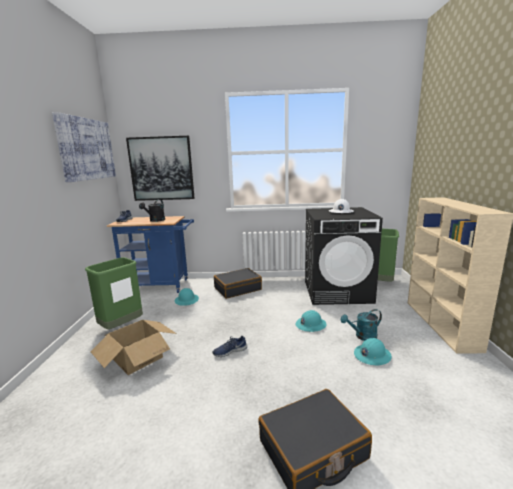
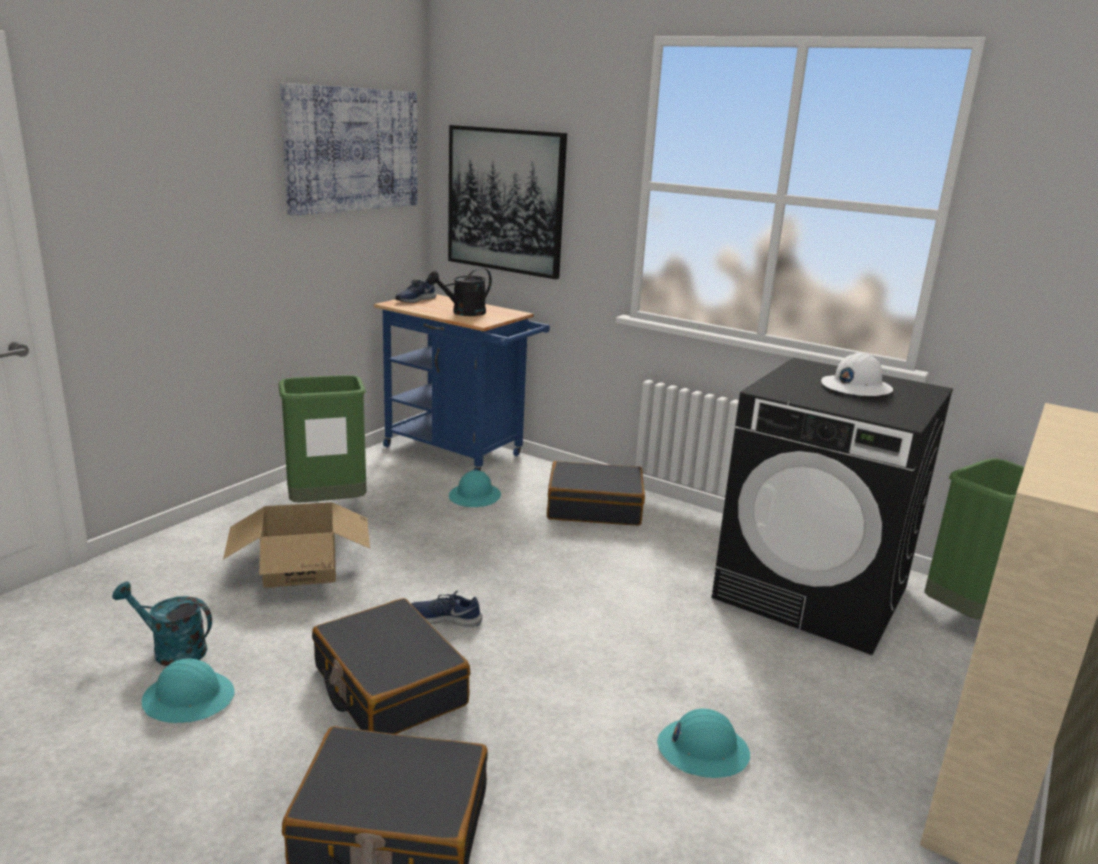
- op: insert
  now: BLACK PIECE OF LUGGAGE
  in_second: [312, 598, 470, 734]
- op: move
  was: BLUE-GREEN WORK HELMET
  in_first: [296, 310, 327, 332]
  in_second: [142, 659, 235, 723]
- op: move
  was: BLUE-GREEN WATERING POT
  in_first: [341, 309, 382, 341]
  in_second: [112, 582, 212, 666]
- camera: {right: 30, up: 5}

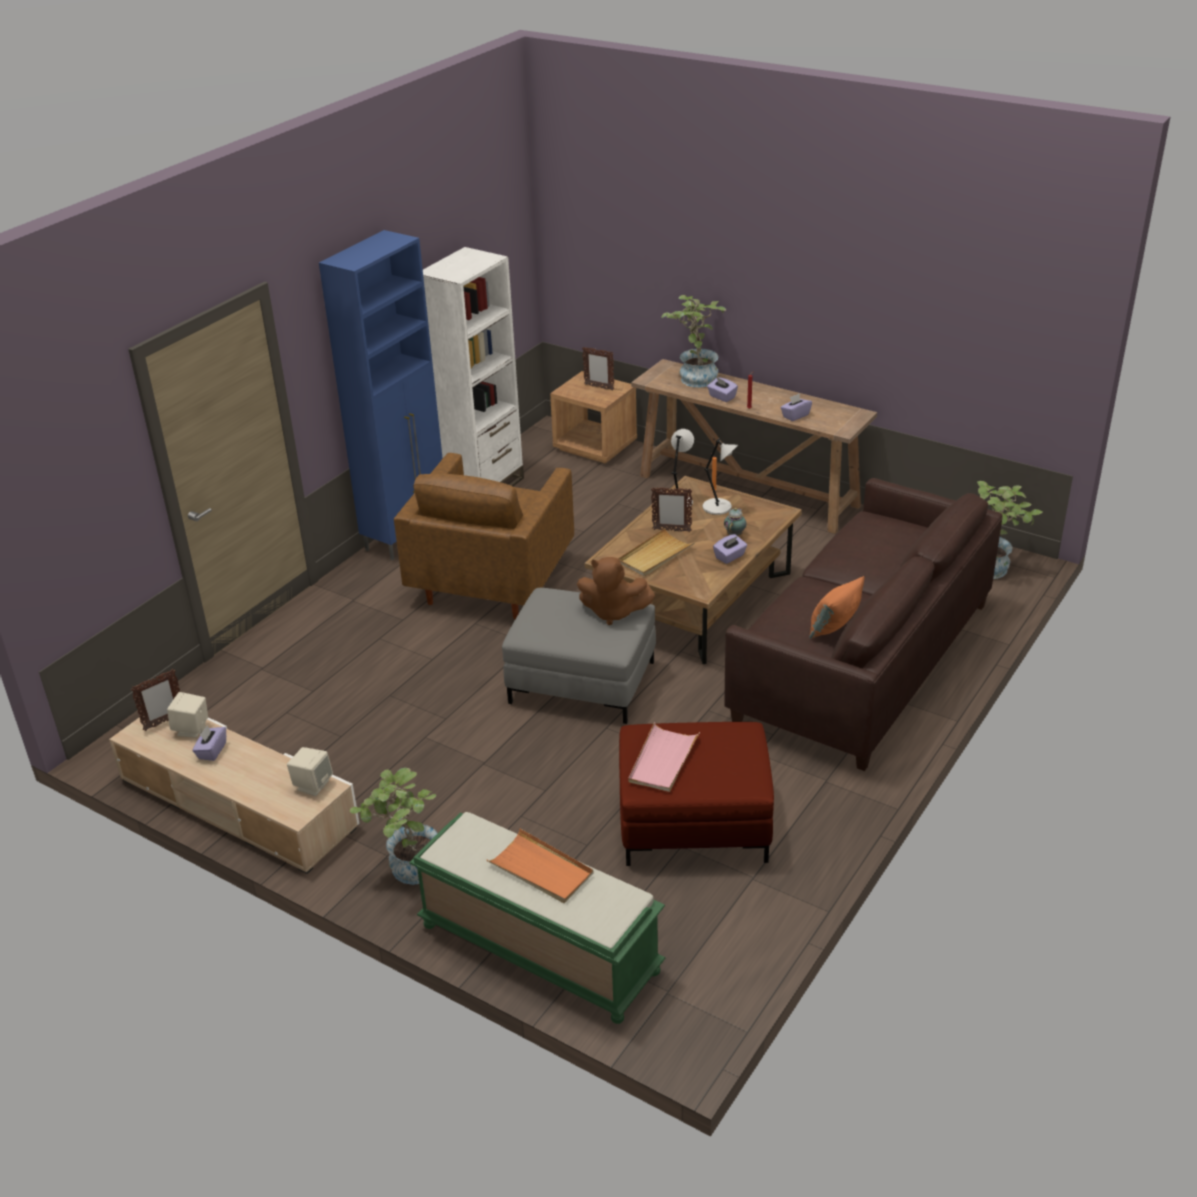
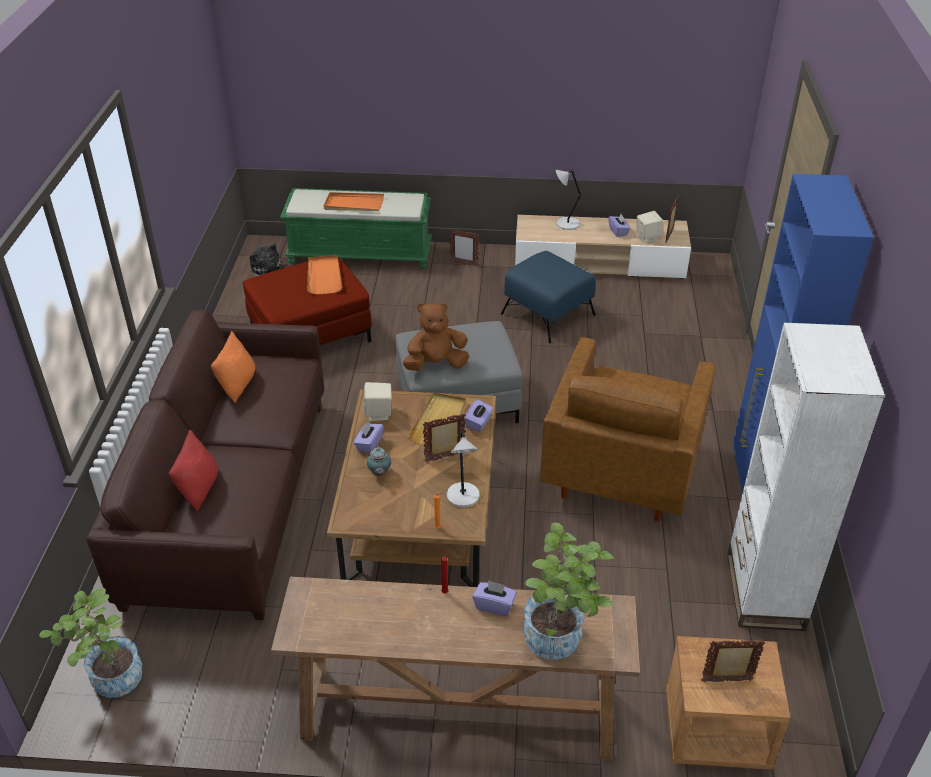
- op: insert
  now: REDDISH PILLOW
  in_second: [169, 430, 218, 511]
- op: insert
  now: CUDDLY TOY
  in_second: [250, 244, 284, 276]
- op: insert
  now: BLUE-COLOURED FOOTREST
  in_second: [501, 251, 596, 343]
- op: move
  was: BEIGE-COLOURED AUDIO SPEAKER
  in_first: [287, 747, 333, 796]
  in_second: [364, 382, 392, 421]
- op: move
  was: GREYISH TABLETOP LAMP
  in_first: [703, 439, 738, 515]
  in_second: [556, 169, 581, 230]
- op: move
  was: PURPLE BOX OF TISSUES
  in_first: [780, 394, 812, 421]
  in_second: [464, 399, 493, 432]
- op: replace
  was: HOUSEPLANT
  now: PHOTO FRAME
  in_first: [350, 768, 438, 885]
  in_second: [449, 229, 479, 267]
- op: recolor
  was: PINK-COLOURED SERVING TRAY
  now: ORANGE SERVING TRAY
  in_first: [628, 722, 700, 792]
  in_second: [307, 255, 342, 294]
- op: rotate
  was: BROWN ARMCHAIR
  in_first: [394, 453, 574, 619]
  in_second: [540, 337, 716, 522]
  clockwise: -150
- camera: {right: 150, up: 5}

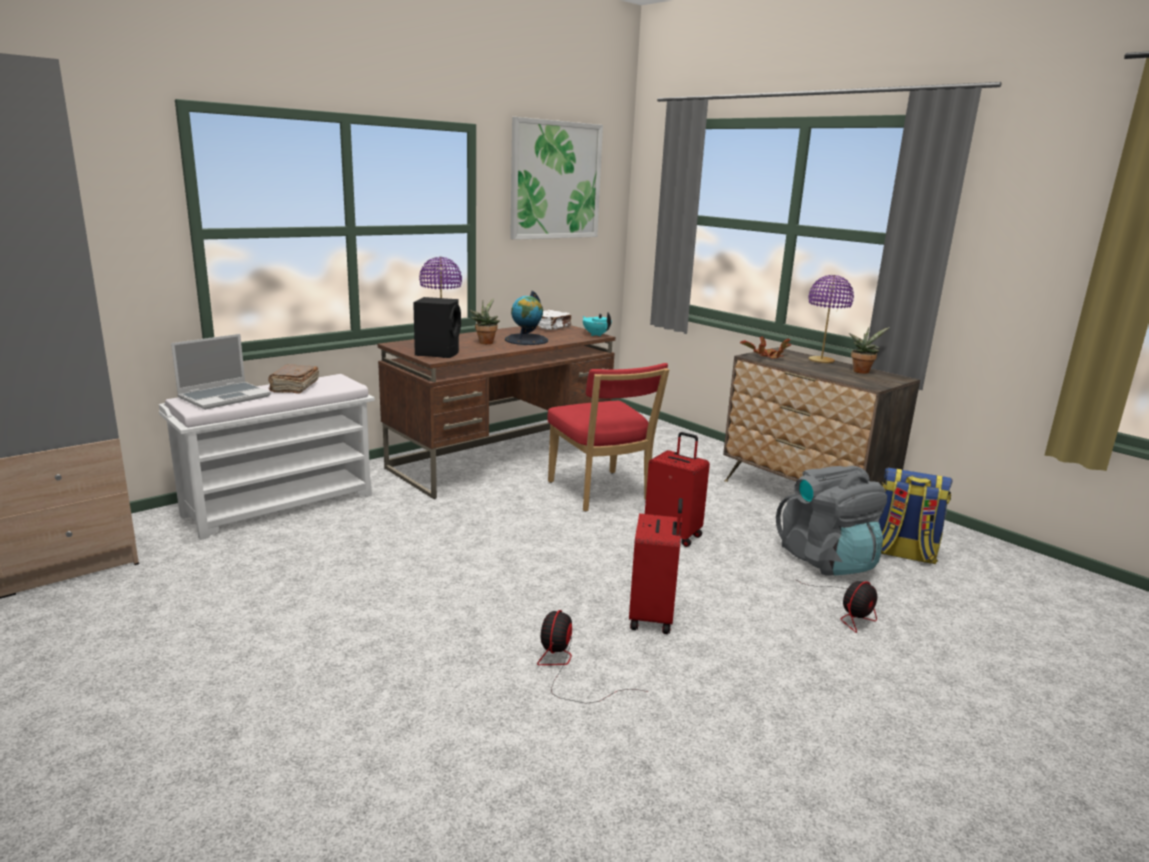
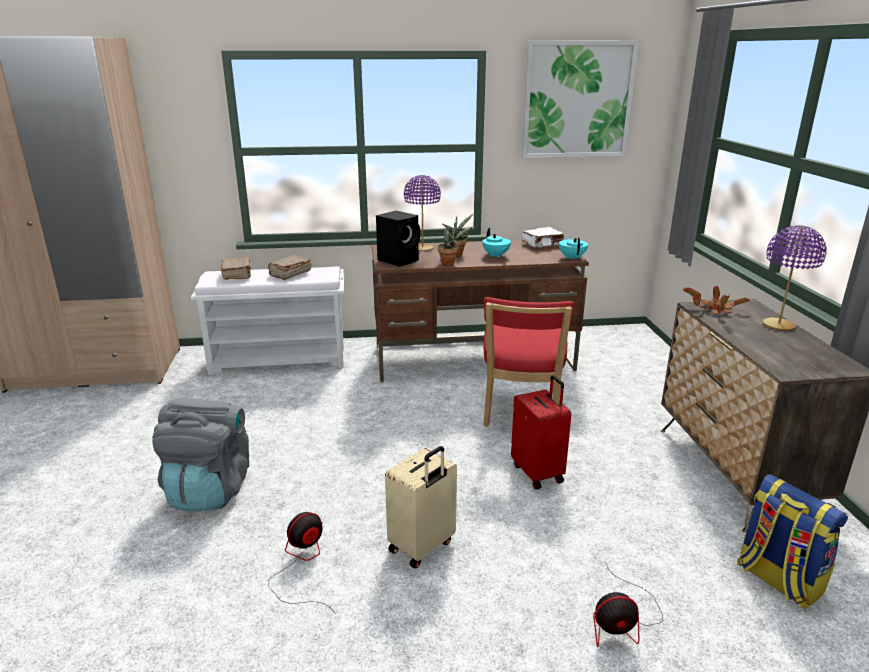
- op: move
  was: GREYISH KNAPSACK
  in_first: [776, 466, 887, 576]
  in_second: [152, 398, 249, 512]
- op: move
  was: HOUSEPLANT
  in_first: [849, 327, 890, 374]
  in_second: [438, 224, 473, 265]
- op: replace
  was: PORTABLE COMPUTER
  now: BROWN VOLUME
  in_first: [171, 334, 271, 410]
  in_second: [221, 257, 251, 280]
- op: replace
  was: DESK GLOBE
  now: BLUE-GREEN POT FOR TEA
  in_first: [505, 291, 548, 345]
  in_second: [482, 228, 511, 258]
- op: recolor
  was: REDDISH PIECE OF LUGGAGE
  now: BEIGE-COLOURED PIECE OF LUGGAGE
  in_first: [629, 498, 683, 634]
  in_second: [385, 446, 457, 569]
- camera: {right: 35, up: 5}

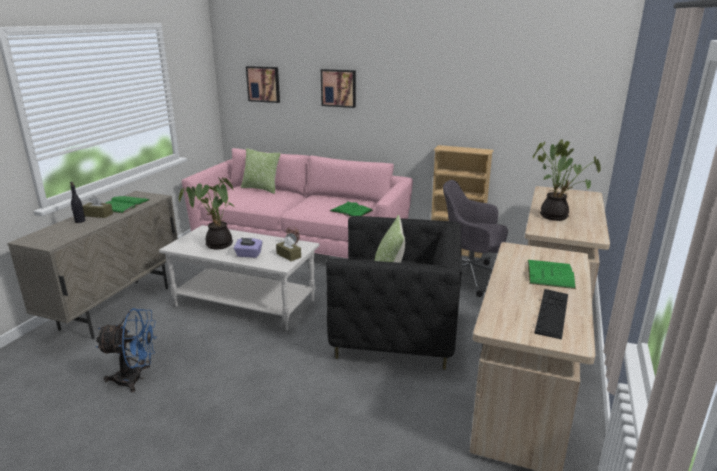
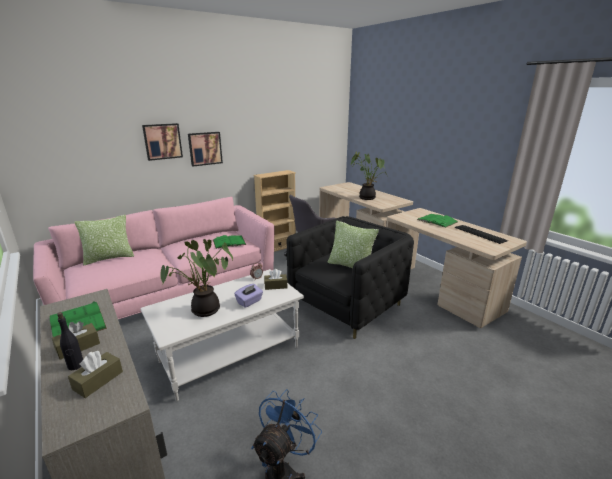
- op: insert
  now: BROWN BOX OF TISSUES
  in_second: [68, 351, 123, 398]
- op: move
  was: WALL PICTURE
  in_first: [246, 66, 280, 103]
  in_second: [188, 132, 223, 167]
- camera: {right: -55, up: 0}

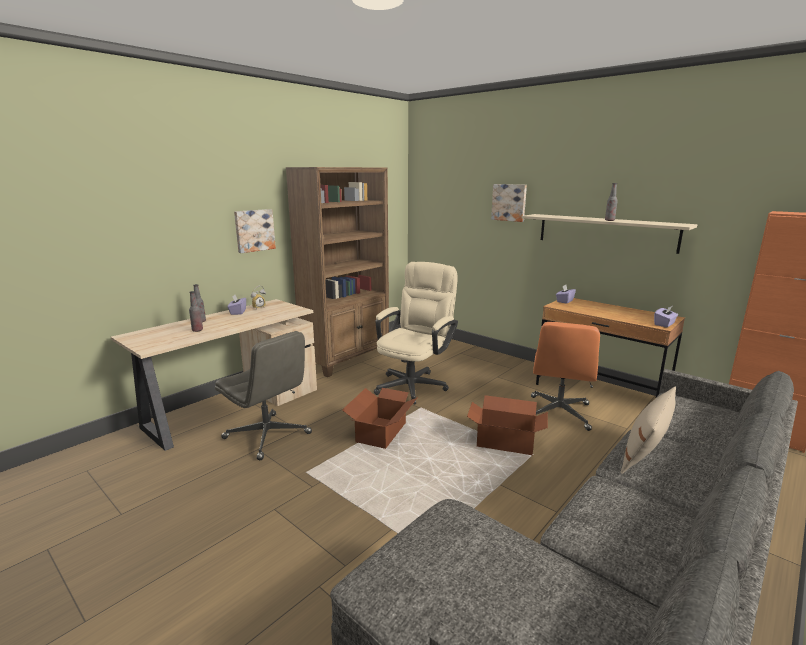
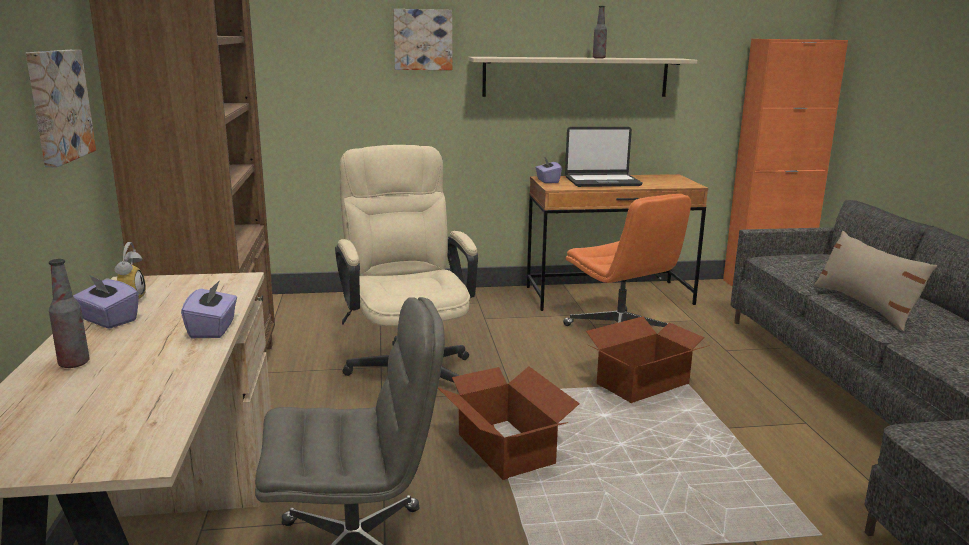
- op: delete
  was: BOTTLE
  in_first: [189, 291, 203, 332]
- op: insert
  now: PORTABLE COMPUTER
  in_second: [565, 127, 643, 187]
- op: move
  was: PURPLE BOX OF TISSUES
  in_first: [654, 306, 678, 327]
  in_second: [181, 280, 237, 338]
- camera: {right: -50, up: 0}

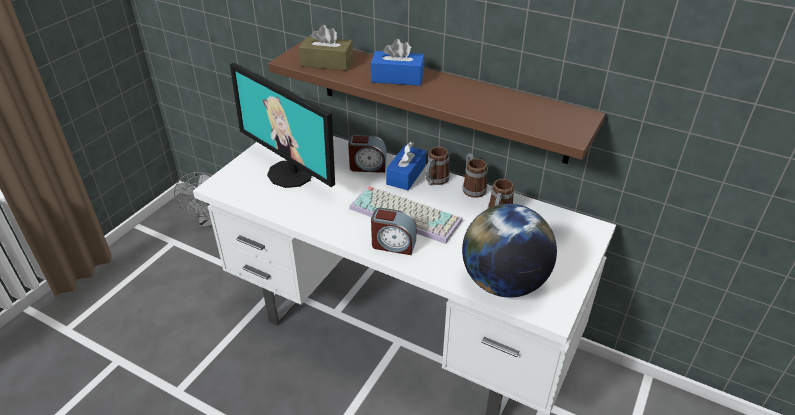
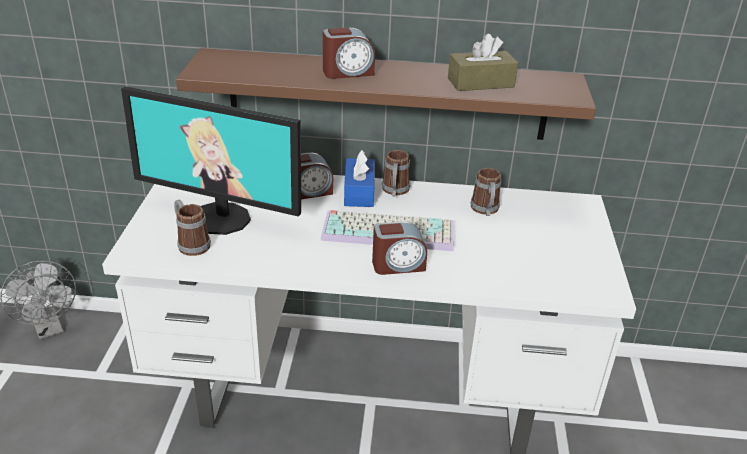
- op: delete
  was: DESK GLOBE
  in_first: [462, 204, 557, 298]
- op: move
  was: BROWN BOX OF TISSUES
  in_first: [299, 25, 353, 71]
  in_second: [448, 34, 518, 91]
- op: move
  was: COFFEE MUG
  in_first: [462, 153, 488, 198]
  in_second: [174, 200, 211, 256]
- op: replace
  was: BLUE-COLOURED BOX OF TISSUES
  now: ALARM CLOCK
  in_first: [371, 39, 424, 86]
  in_second: [323, 28, 375, 79]
- camera: {right: -25, up: -5}

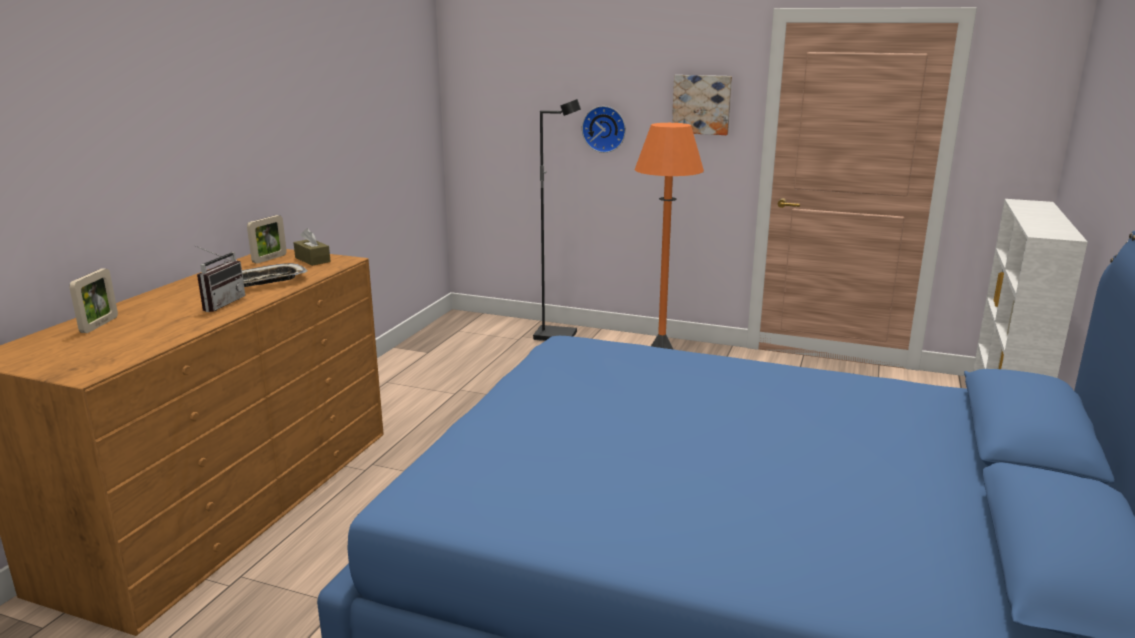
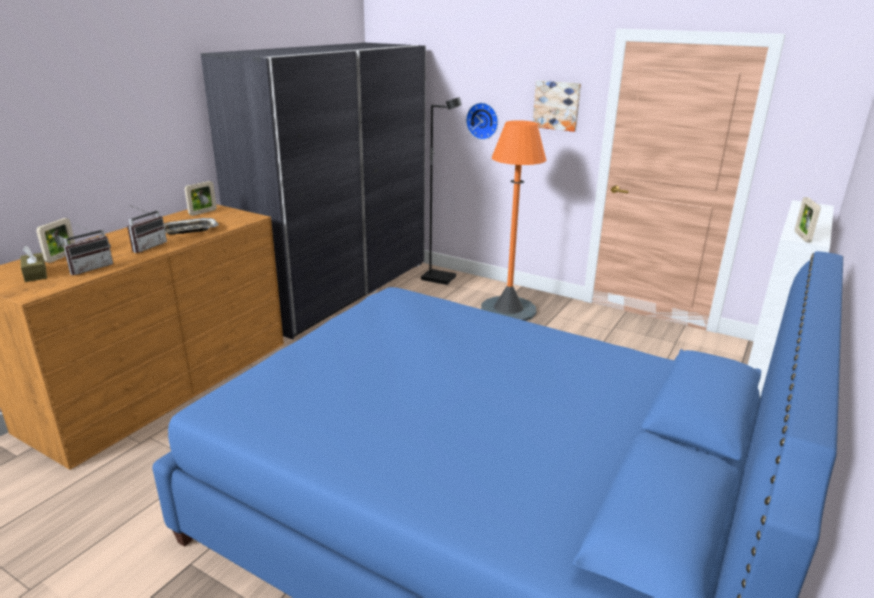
- op: insert
  now: RADIO
  in_second: [63, 222, 113, 275]
- op: insert
  now: GREYISH WARDROBE
  in_second: [201, 43, 426, 339]
- op: insert
  now: PHOTO FRAME
  in_second: [795, 197, 821, 242]
- op: move
  was: BROWN BOX OF TISSUES
  in_first: [293, 228, 331, 266]
  in_second: [20, 246, 47, 282]
- camera: {right: 10, up: 5}

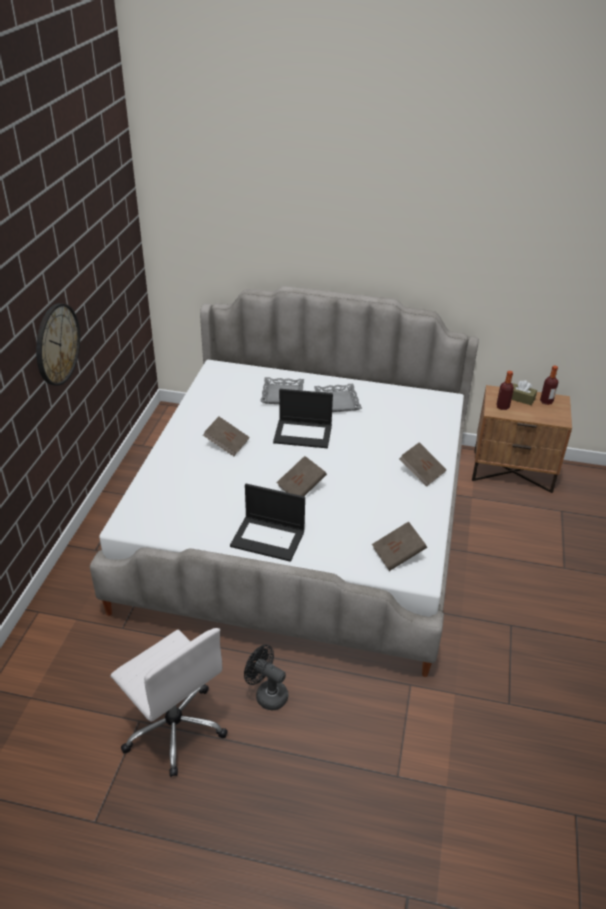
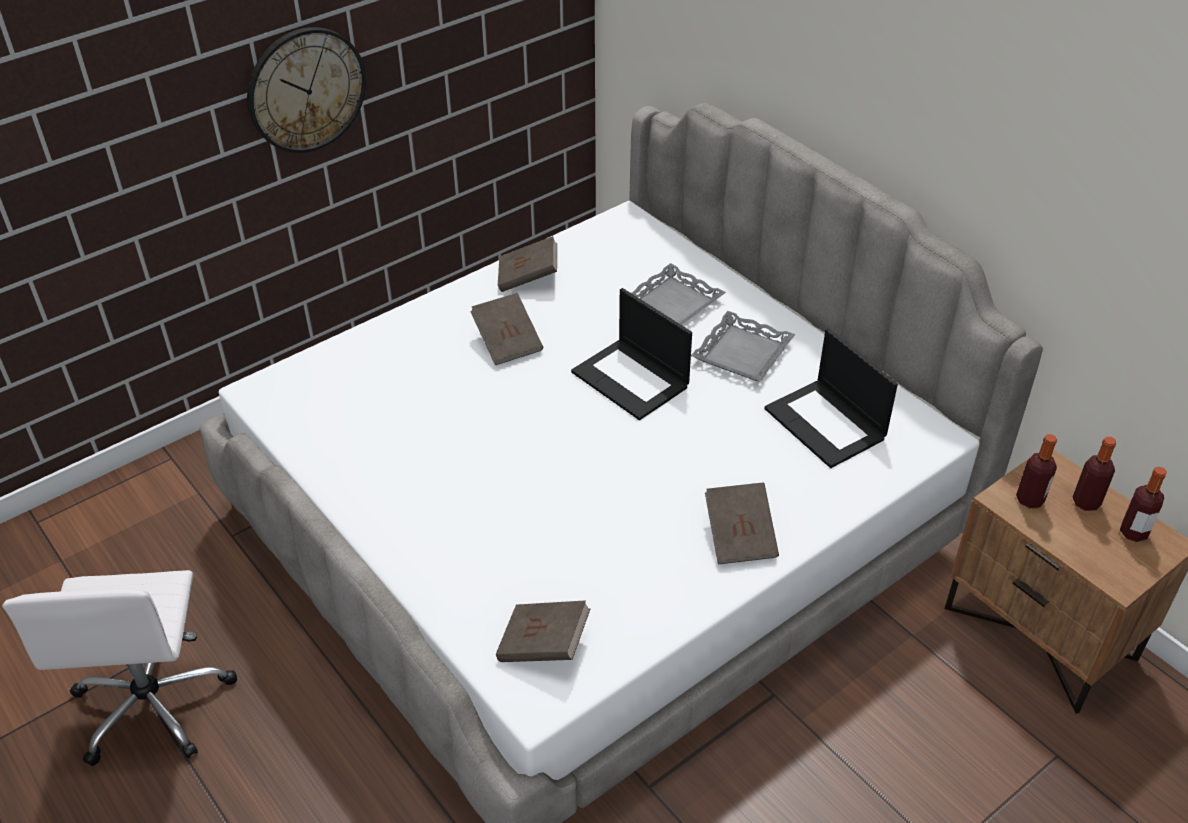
- op: delete
  was: BLACK COOLING FAN
  in_first: [244, 645, 288, 710]
- op: move
  was: PORTABLE COMPUTER
  in_first: [230, 484, 305, 562]
  in_second: [764, 328, 898, 468]
- op: move
  was: BROWN VOLUME
  in_first: [276, 456, 327, 496]
  in_second: [498, 236, 557, 292]
- op: replace
  was: BROWN BOX OF TISSUES
  now: BOTTLE
  in_first: [512, 380, 537, 405]
  in_second: [1073, 437, 1116, 511]
- camera: {right: 40, up: 5}

